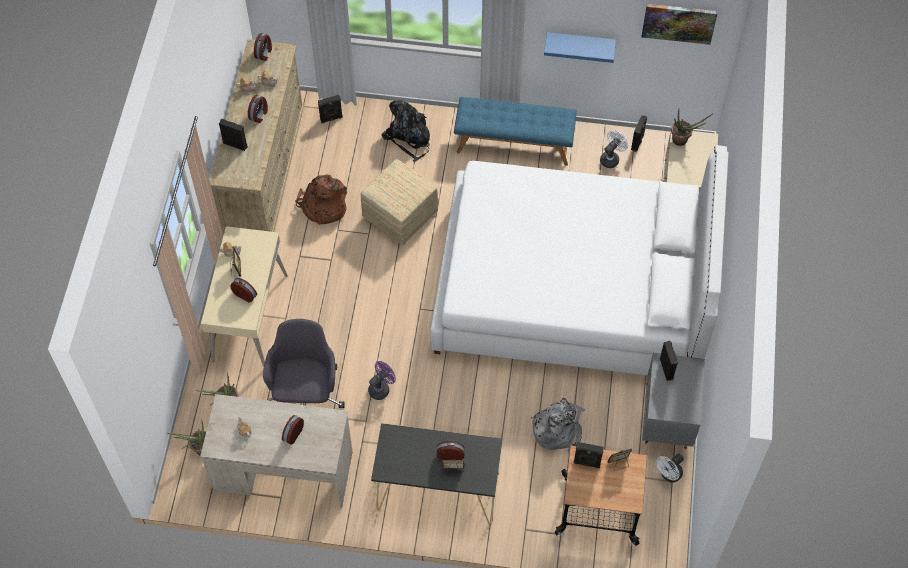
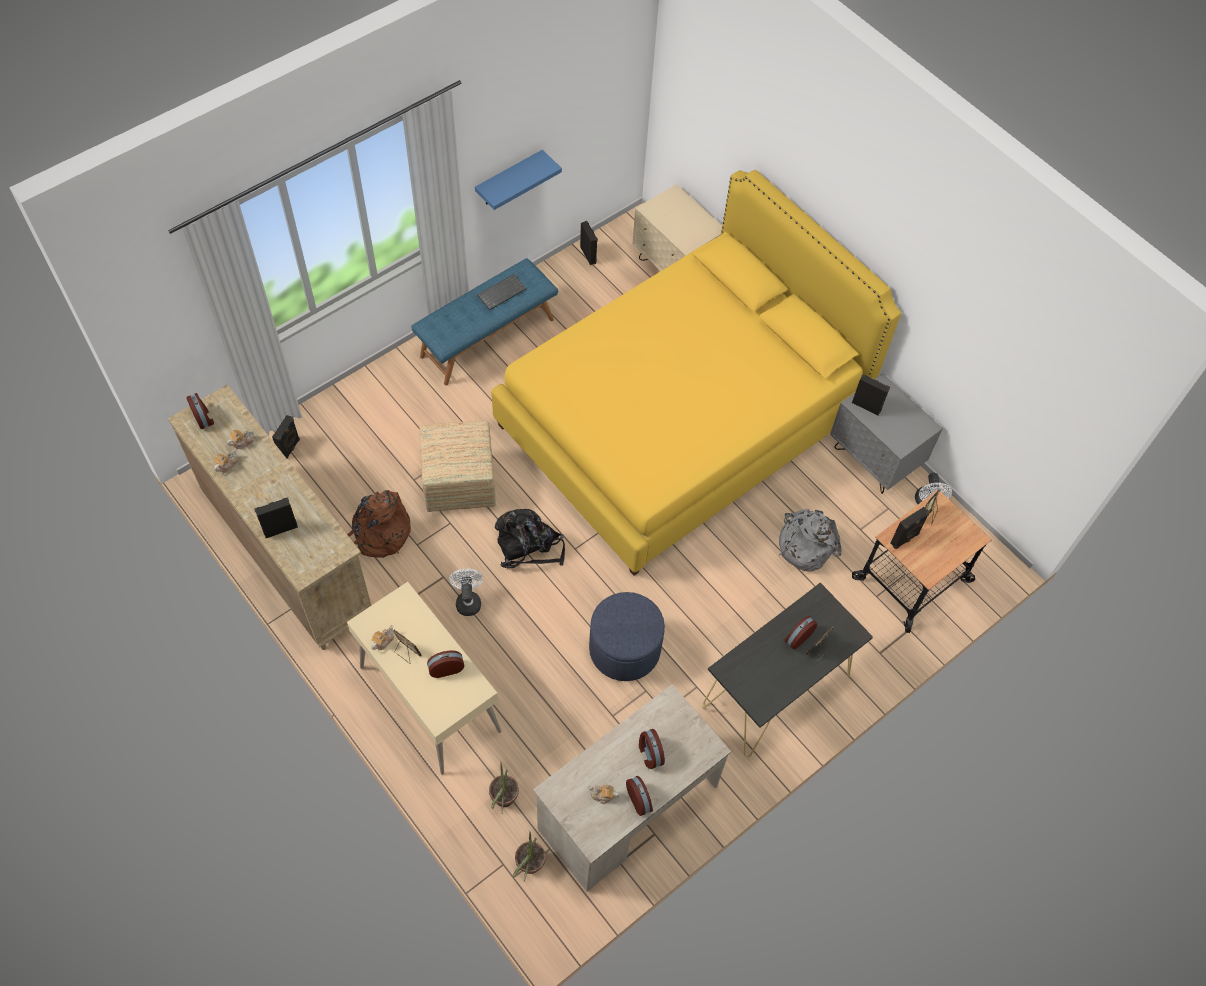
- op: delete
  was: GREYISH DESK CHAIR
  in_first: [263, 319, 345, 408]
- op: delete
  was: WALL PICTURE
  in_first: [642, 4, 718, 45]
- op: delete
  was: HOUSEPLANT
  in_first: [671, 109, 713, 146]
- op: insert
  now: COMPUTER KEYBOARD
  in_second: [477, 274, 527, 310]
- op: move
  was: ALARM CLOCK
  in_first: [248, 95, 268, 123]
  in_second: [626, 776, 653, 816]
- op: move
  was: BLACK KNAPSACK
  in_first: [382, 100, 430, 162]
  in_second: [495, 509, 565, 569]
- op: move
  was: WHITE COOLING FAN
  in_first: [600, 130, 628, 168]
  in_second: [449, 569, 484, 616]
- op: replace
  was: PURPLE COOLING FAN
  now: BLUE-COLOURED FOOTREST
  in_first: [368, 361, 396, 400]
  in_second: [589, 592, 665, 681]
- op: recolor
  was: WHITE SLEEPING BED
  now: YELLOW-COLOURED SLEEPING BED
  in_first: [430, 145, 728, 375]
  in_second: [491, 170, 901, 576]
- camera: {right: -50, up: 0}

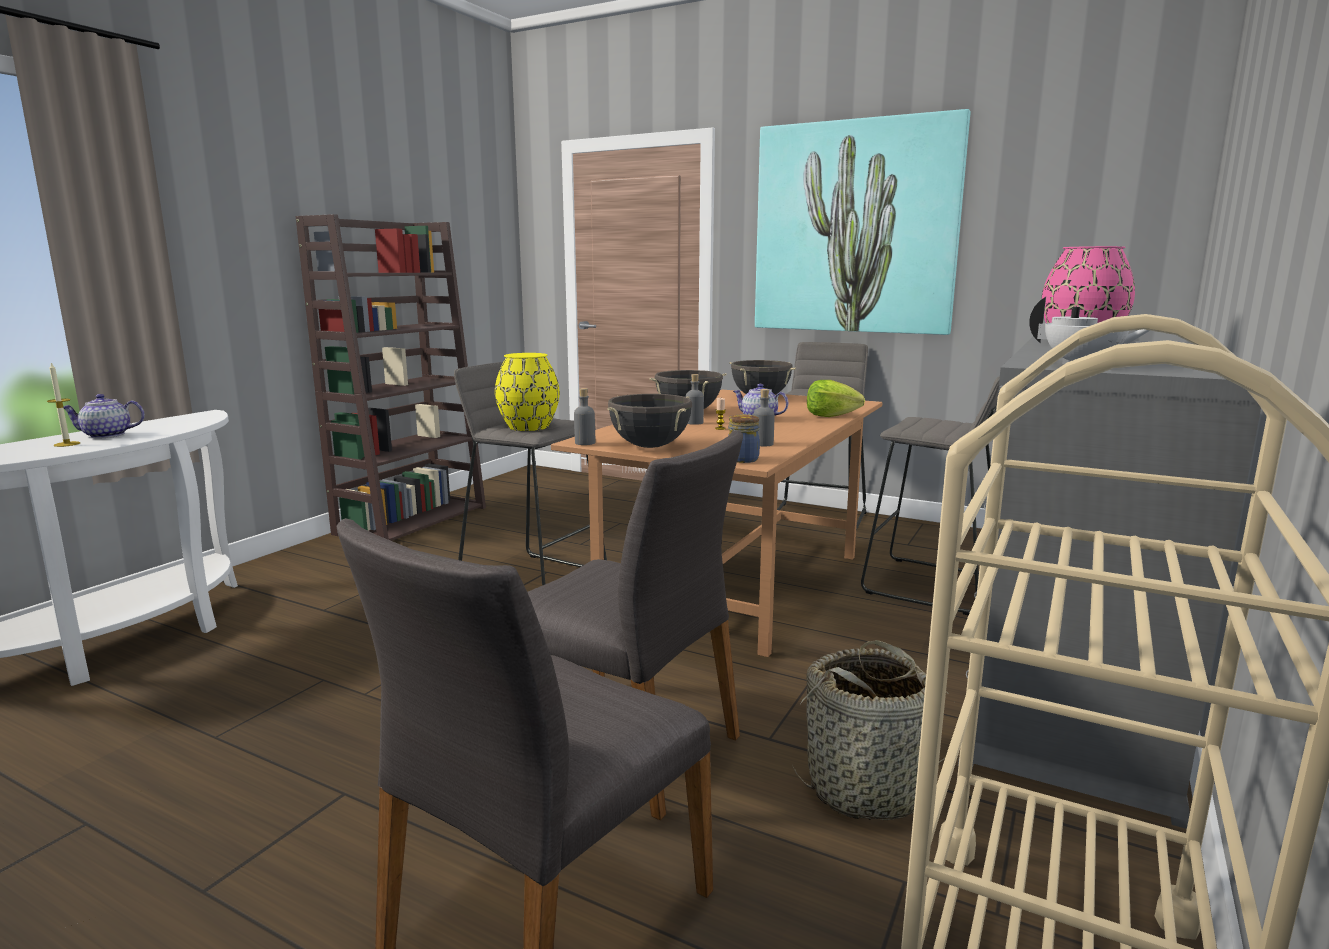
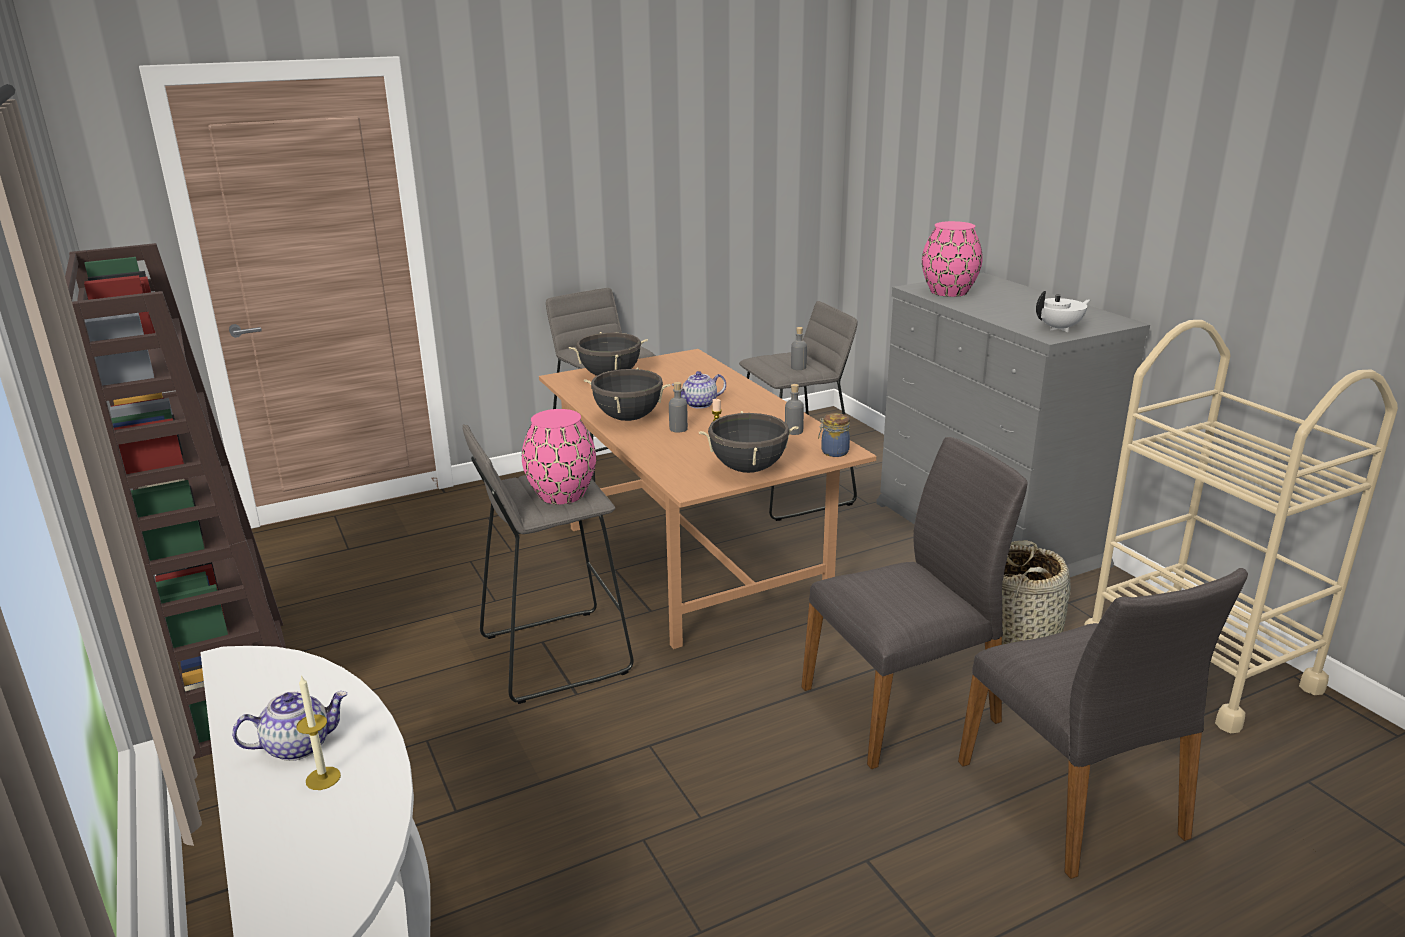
- op: delete
  was: WALL PICTURE
  in_first: [755, 109, 970, 335]
- op: delete
  was: LETTUCE
  in_first: [807, 380, 865, 417]
- op: move
  was: GREYISH BOTTLE
  in_first: [574, 388, 595, 445]
  in_second: [791, 327, 807, 370]
- op: recolor
  was: YELLOW-COLOURED FLOWER VASE
  now: PINK-COLOURED FLOWER VASE
  in_first: [495, 353, 560, 431]
  in_second: [522, 409, 596, 504]
- op: rotate
  was: POT FOR TEA
  in_first: [63, 394, 145, 438]
  in_second: [232, 691, 347, 761]
  clockwise: -135
- camera: {right: -55, up: 10}

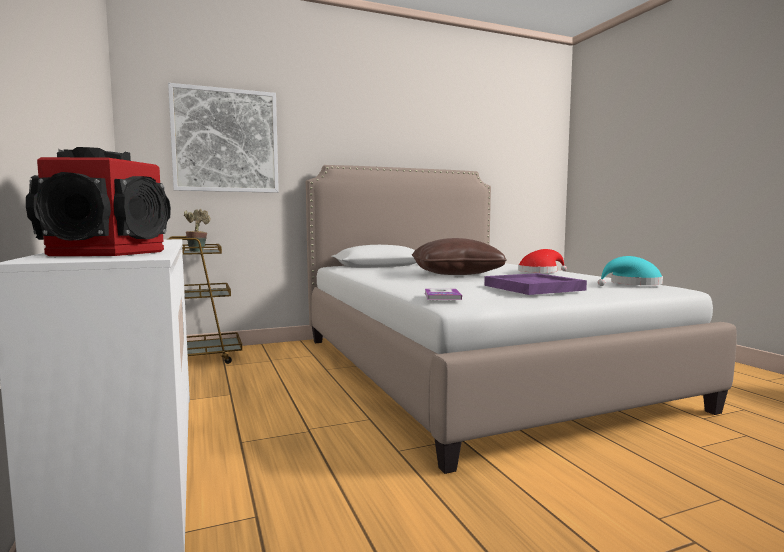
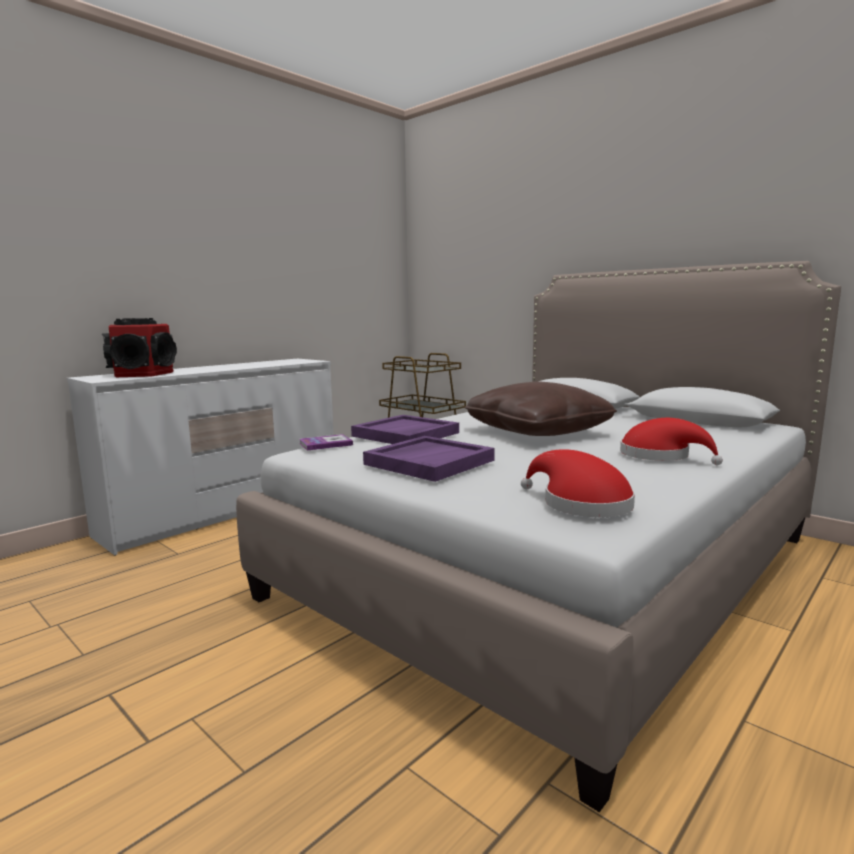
- op: delete
  was: WALL PICTURE
  in_first: [168, 83, 279, 193]
- op: delete
  was: HOUSEPLANT
  in_first: [184, 209, 210, 252]
- op: insert
  now: PURPLE SERVING TRAY
  in_second: [351, 415, 459, 444]
- op: recolor
  was: BLUE-GREEN HAT
  now: REDDISH HAT
  in_first: [597, 256, 663, 286]
  in_second: [521, 449, 635, 517]
- camera: {right: 65, up: 5}

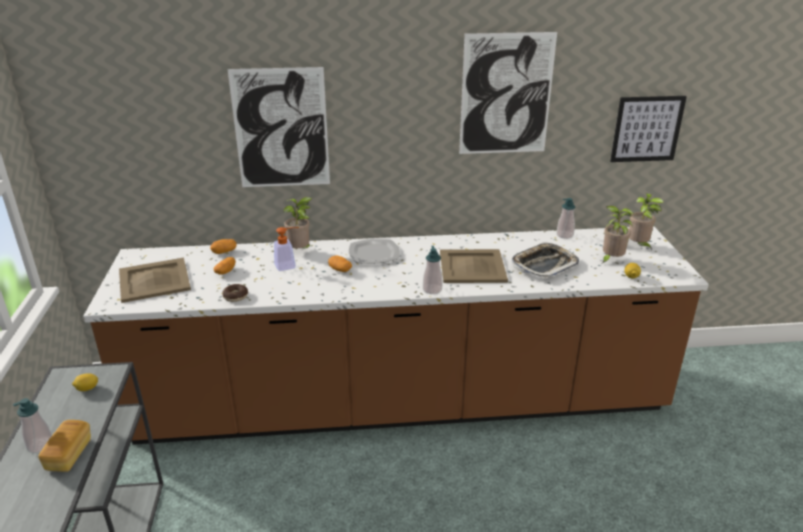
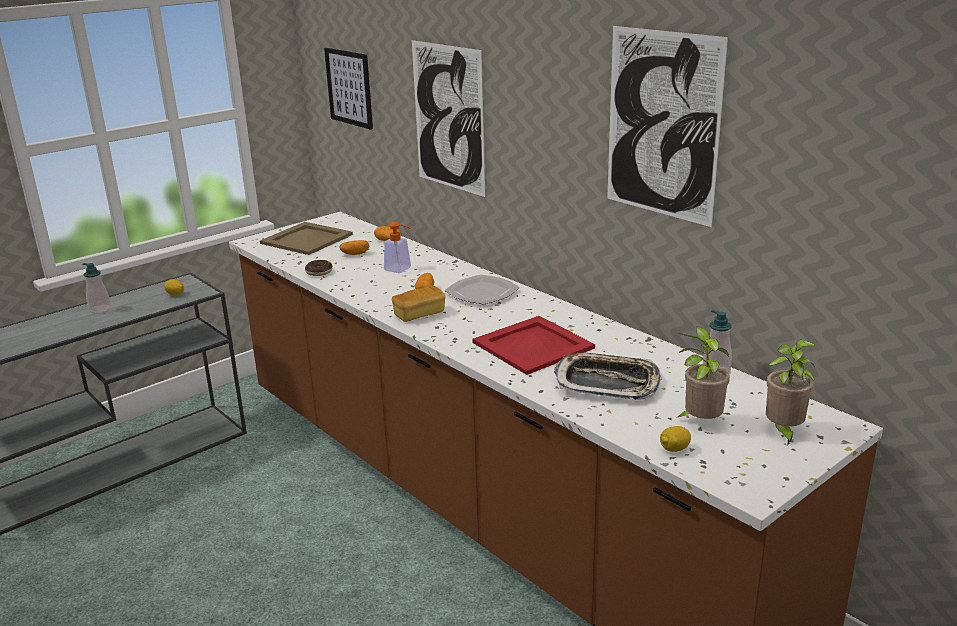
- op: delete
  was: HOUSEPLANT
  in_first: [283, 197, 312, 248]
- op: delete
  was: LIQUID SOAP BOTTLE
  in_first: [423, 246, 442, 294]
- op: move
  was: BAKED BREAD
  in_first: [38, 420, 91, 472]
  in_second: [392, 285, 445, 322]
- op: move
  was: WALL PICTURE
  in_first: [610, 96, 687, 162]
  in_second: [324, 48, 373, 130]
- op: recolor
  was: BEIGE-COLOURED SERVING TRAY
  now: REDDISH SERVING TRAY
  in_first: [440, 249, 508, 283]
  in_second: [472, 316, 595, 375]
- camera: {right: 55, up: -5}

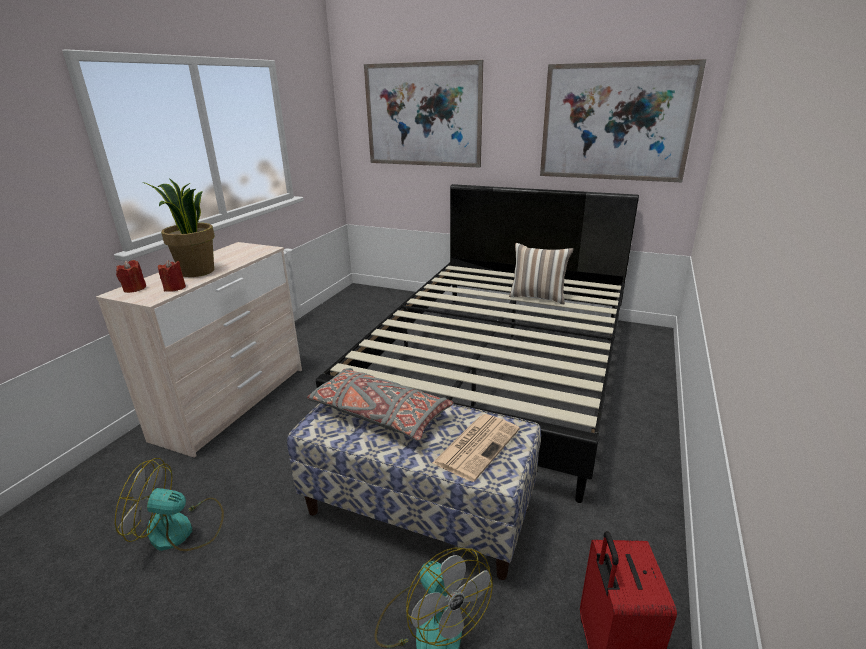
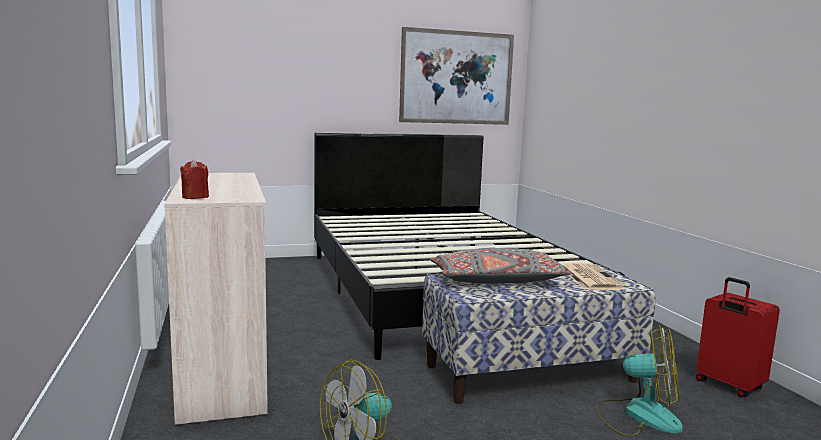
- op: delete
  was: HOUSEPLANT
  in_first: [143, 178, 215, 277]
- op: delete
  was: REDDISH WAX LIGHT
  in_first: [158, 259, 186, 292]
- op: delete
  was: WALL PICTURE
  in_first: [364, 60, 483, 168]
- op: delete
  was: PILLOW
  in_first: [509, 243, 574, 305]
- camera: {right: -40, up: -15}

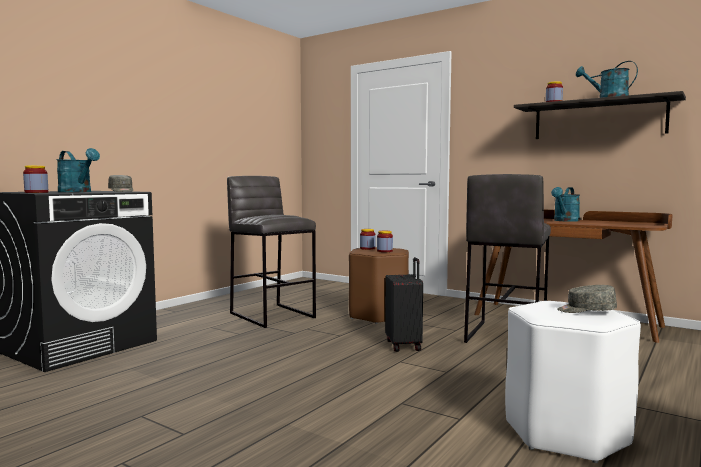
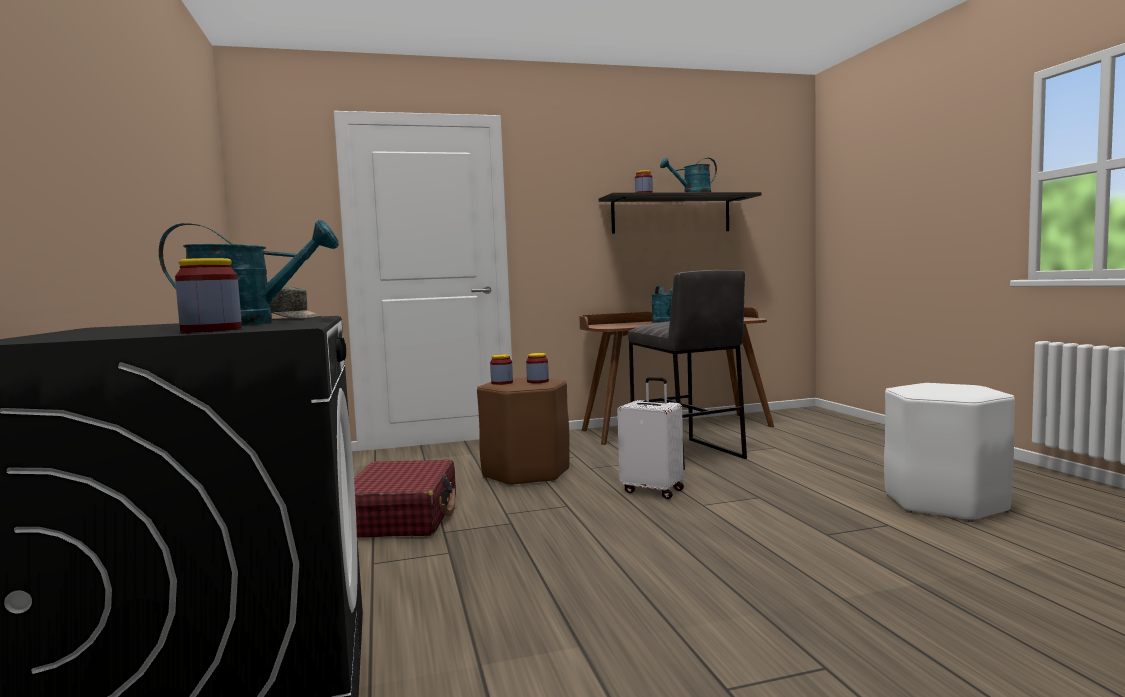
- op: delete
  was: GREYISH BASEBALL CAP
  in_first: [557, 285, 617, 313]
- op: replace
  was: GREYISH STOOL
  now: REDDISH PIECE OF LUGGAGE
  in_first: [227, 176, 316, 328]
  in_second: [354, 459, 456, 538]
- op: recolor
  was: BLACK PIECE OF LUGGAGE
  now: WHITE PIECE OF LUGGAGE
  in_first: [385, 257, 423, 352]
  in_second: [617, 377, 684, 499]
- camera: {right: -50, up: 0}

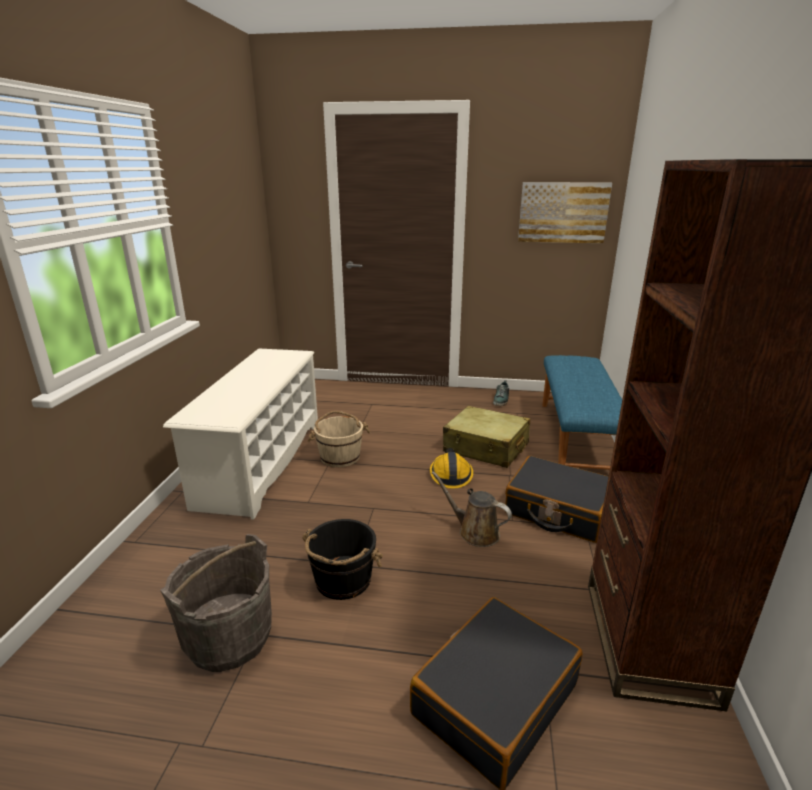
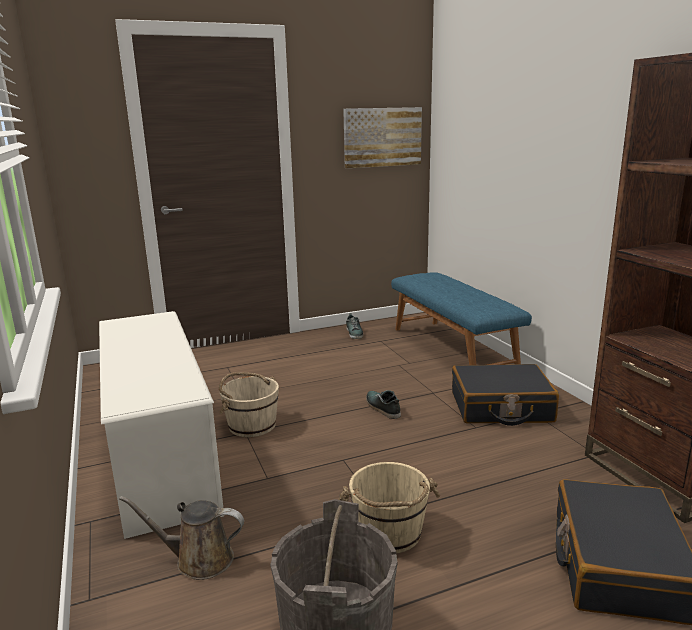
- op: delete
  was: BEIGE-COLOURED PIECE OF LUGGAGE
  in_first: [443, 406, 530, 468]
- op: move
  was: BROWN WATERING POT
  in_first: [432, 471, 512, 547]
  in_second: [119, 496, 244, 580]
- op: replace
  was: WORK HELMET
  now: ITEM OF FOOTWEAR
  in_first: [430, 448, 473, 489]
  in_second: [366, 390, 401, 419]
- op: recolor
  was: BLACK BUCKET
  now: BEIGE-COLOURED BUCKET
  in_first: [302, 519, 383, 600]
  in_second: [338, 462, 440, 553]
- camera: {right: -30, up: -5}

